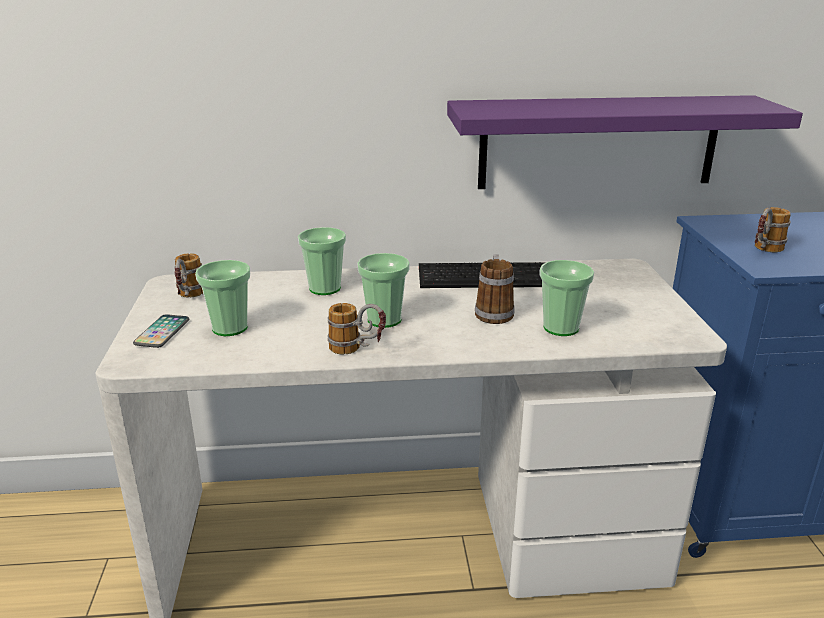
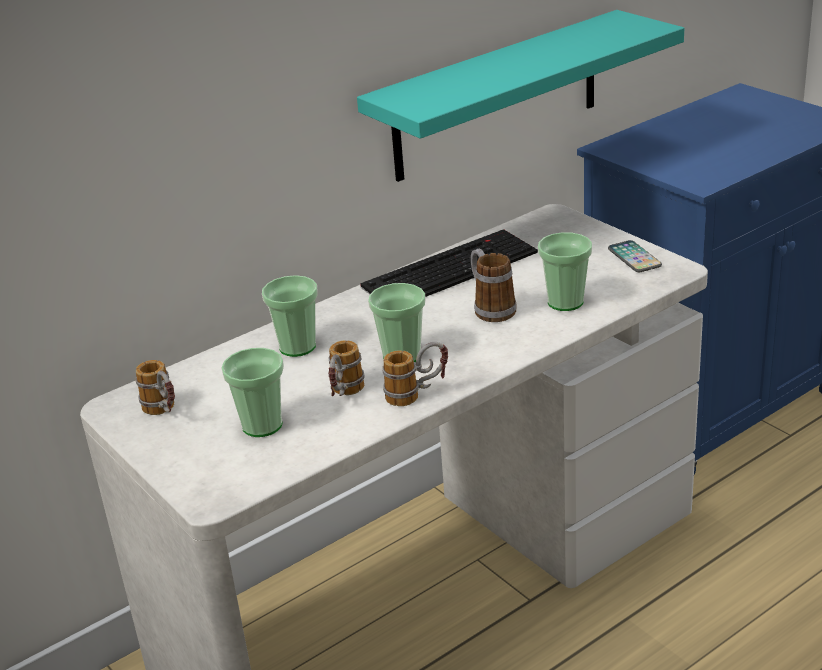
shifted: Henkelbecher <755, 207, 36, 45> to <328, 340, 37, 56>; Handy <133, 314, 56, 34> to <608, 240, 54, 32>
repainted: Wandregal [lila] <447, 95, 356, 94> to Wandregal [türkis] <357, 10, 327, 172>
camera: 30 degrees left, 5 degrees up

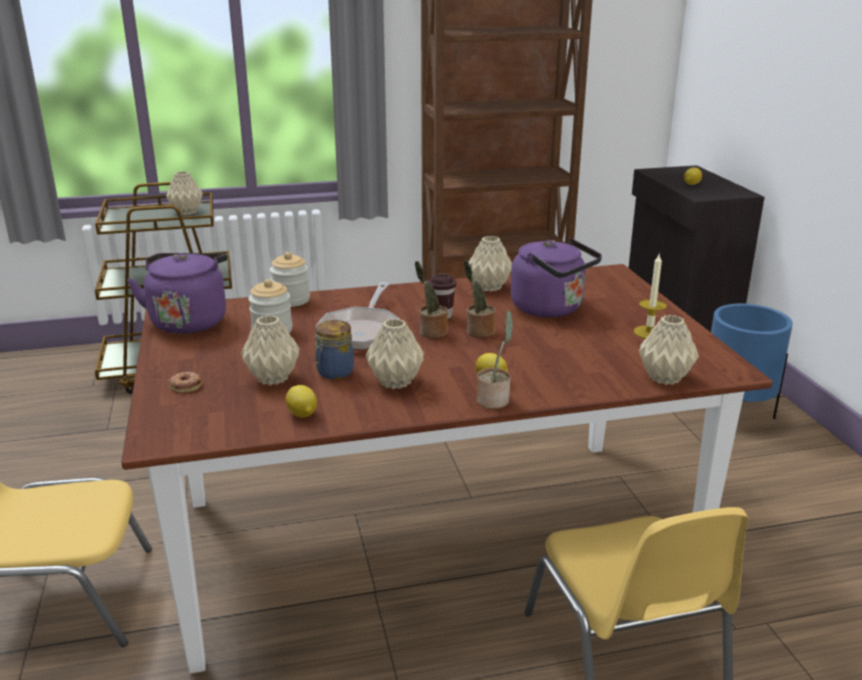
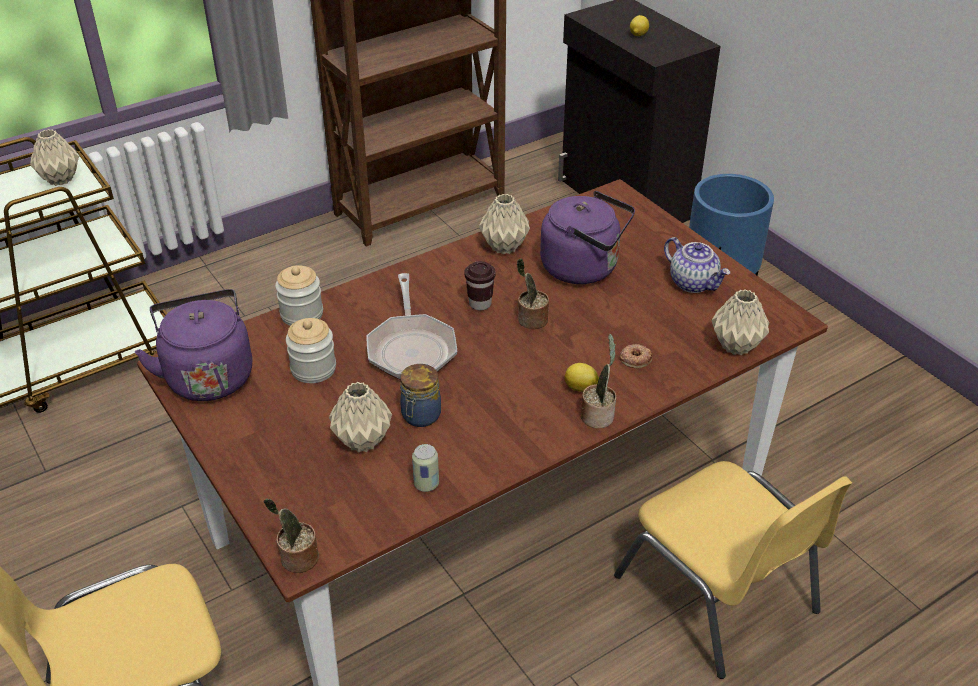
gone: Vase [beige] <366, 318, 58, 71>
shifted: Topfpflanze <415, 261, 33, 78> to <263, 498, 56, 75>; Donut <168, 371, 34, 22> to <619, 344, 33, 24>
swapped: Kerze <634, 254, 33, 85> to Teekanne <664, 237, 66, 56>; Zitrone <285, 385, 32, 33> to Dose <412, 444, 27, 48>
camera: 20 degrees left, 15 degrees up

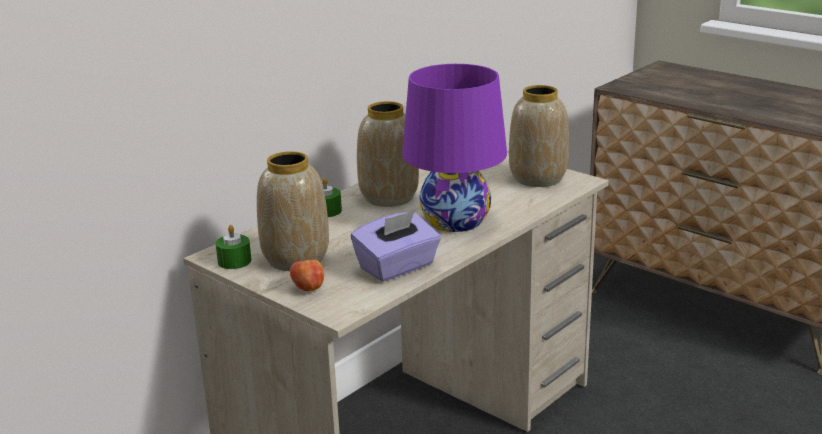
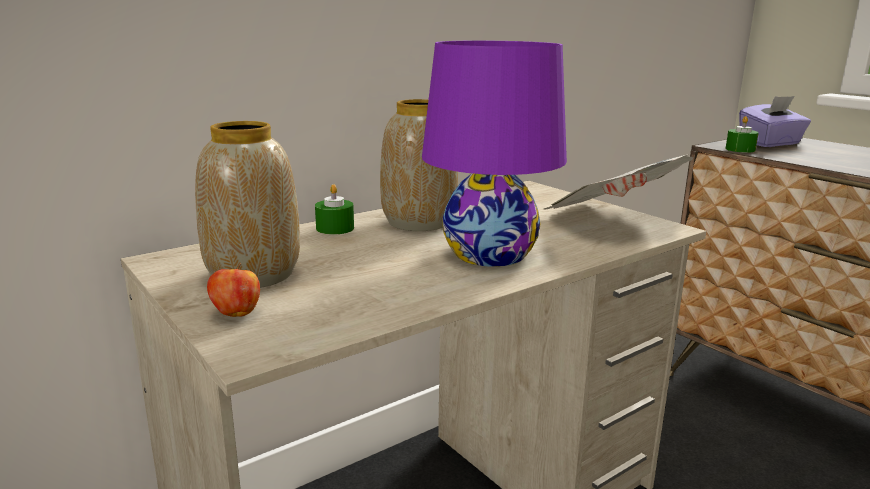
shifted: Taschentuchbox [lila] <351, 211, 90, 71> to <739, 96, 72, 51>; Kerze [grün] <216, 225, 35, 44> to <725, 116, 34, 37>
swapped: Vase <509, 85, 60, 102> to Zeitung <544, 154, 150, 56>
camera: 10 degrees right, 5 degrees down

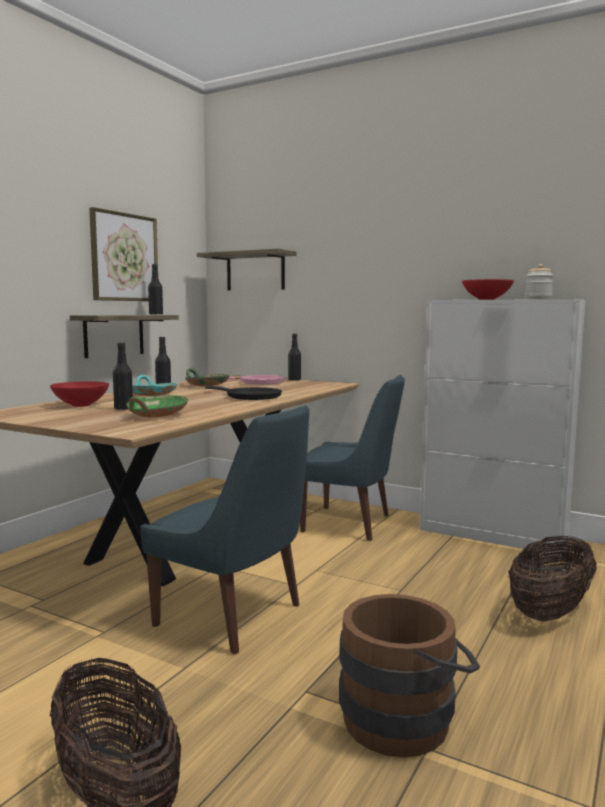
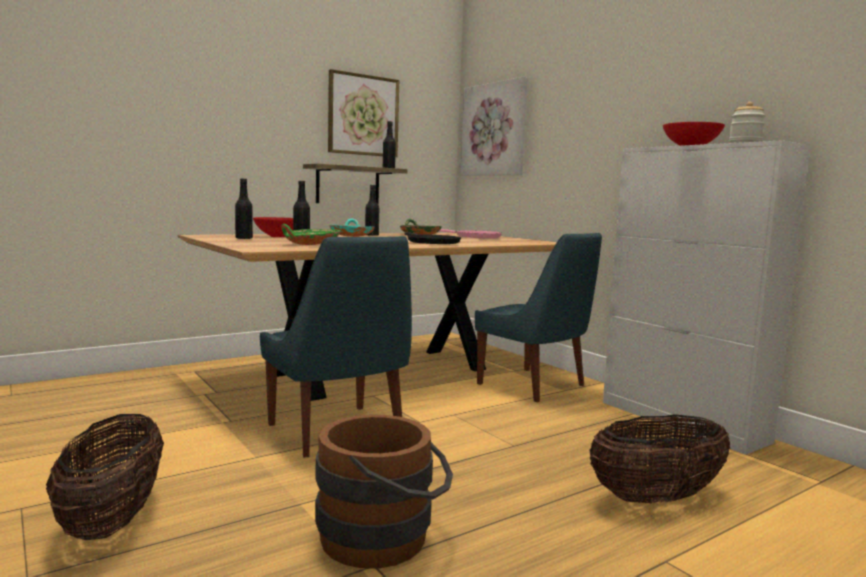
shifted: Flasche [schwarz] <288, 333, 13, 48> to <235, 178, 18, 61>
swapped: Wandregal <197, 249, 99, 41> to Bild <460, 77, 67, 99>
camera: 25 degrees right, 0 degrees up

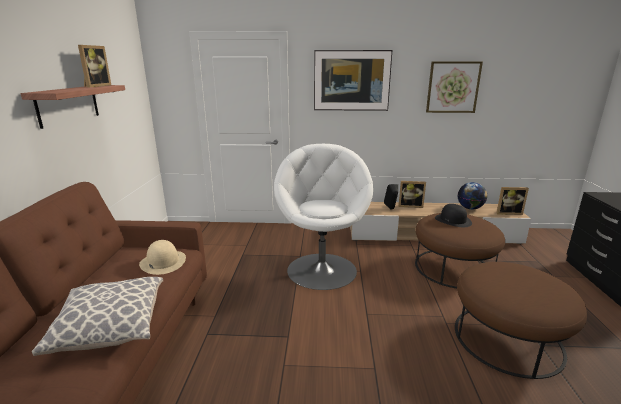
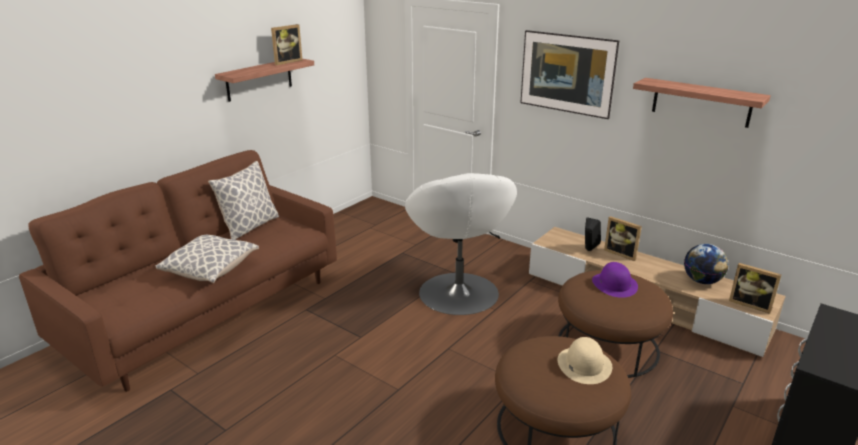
new: Kissen <208, 161, 71, 79>
shifted: Hut [beige] <139, 240, 47, 35> to <558, 337, 54, 47>
swapped: Bild <426, 62, 57, 51> to Wandregal <633, 78, 138, 50>
repainted: Hut [schwarz] <435, 204, 37, 23> to Hut [lila] <592, 262, 46, 36>
rotated: Sessel [weiß] <274, 143, 99, 147> = <405, 173, 112, 142> 135 degrees clockwise
camera: 35 degrees right, 5 degrees up

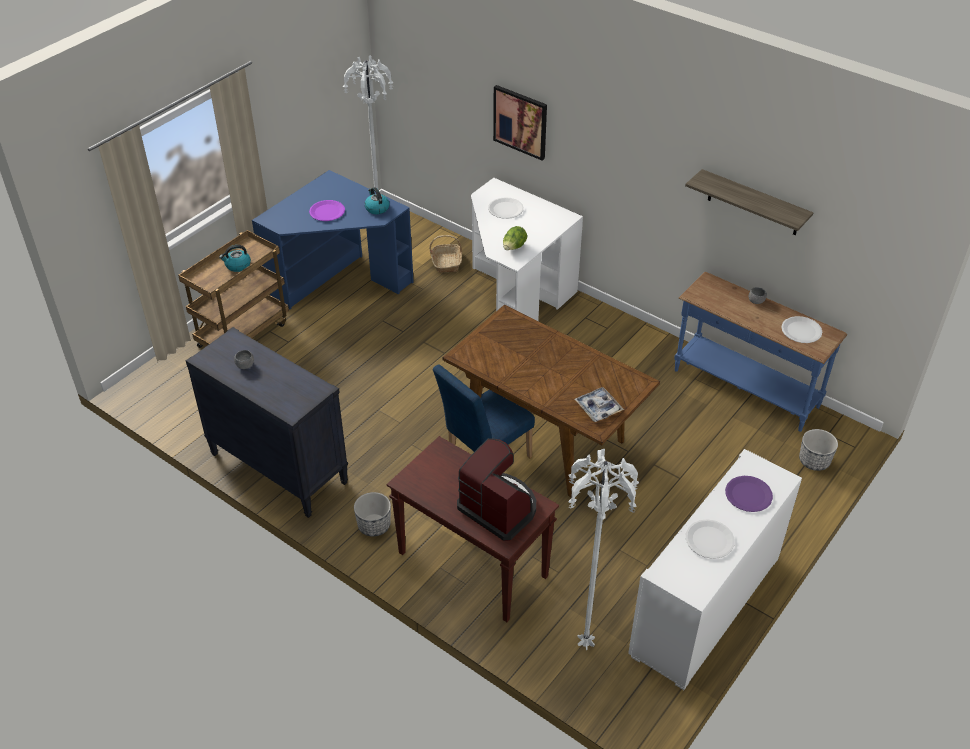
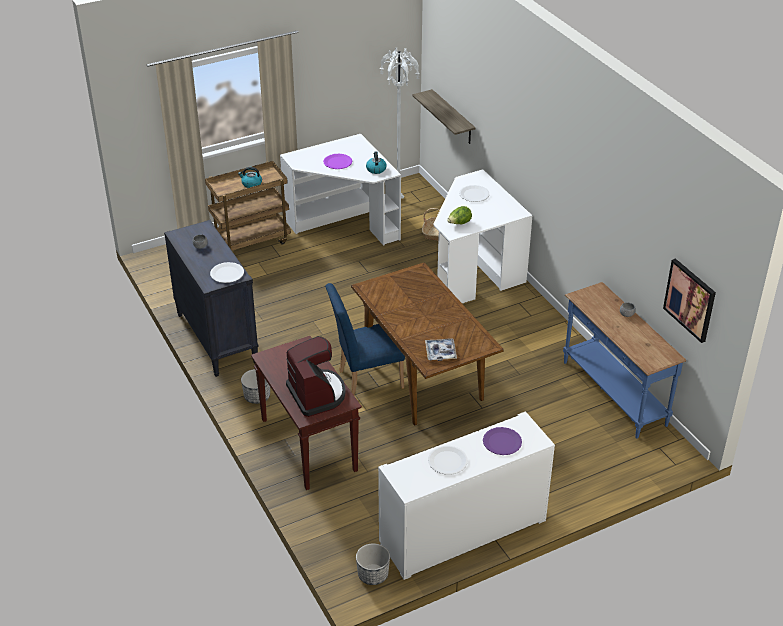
gone: Stehlampe [weiß] <569, 449, 70, 201>
shifted: Bild <493, 85, 54, 75> to <663, 258, 53, 85>; Wandregal <685, 169, 128, 66> to <412, 89, 64, 55>; Teller [weiß] <781, 316, 41, 27> to <210, 262, 34, 21>; Pflanzkübel <799, 429, 39, 42> to <356, 543, 34, 42>
repainted: Schreibtisch [blau] <252, 170, 162, 139> to Schreibtisch [weiß] <280, 133, 121, 113>
camera: 25 degrees right, 5 degrees down

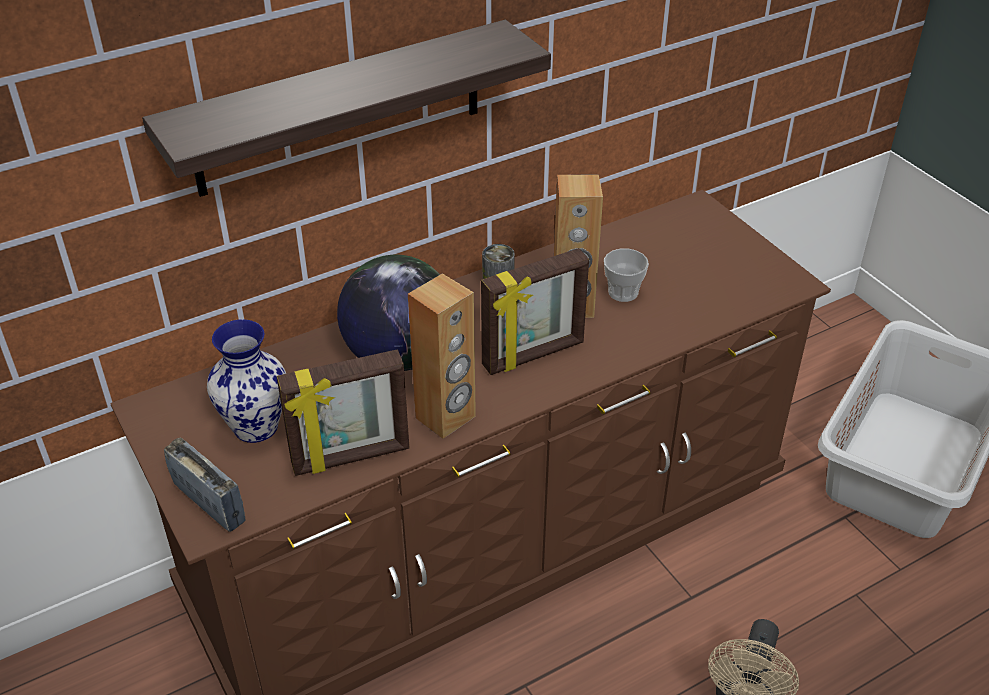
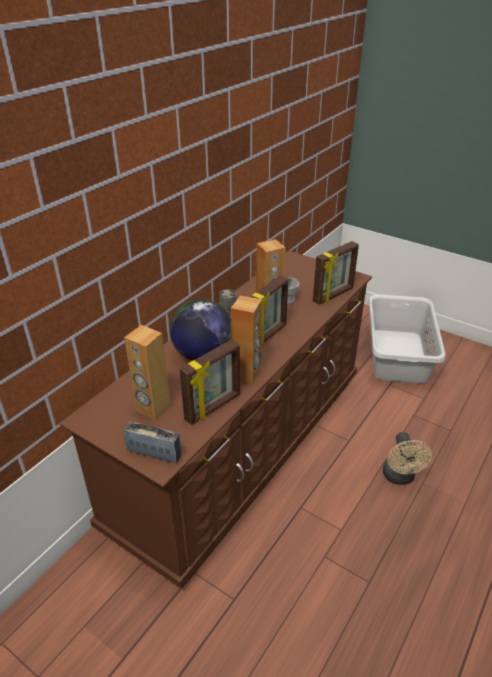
gone: Wandregal <142, 20, 409, 177>
new: Bilderrahmen <313, 241, 46, 64>
swapped: Vase <207, 319, 79, 124> to Lautsprecher [braun] <124, 325, 47, 95>
camera: 25 degrees left, 5 degrees down

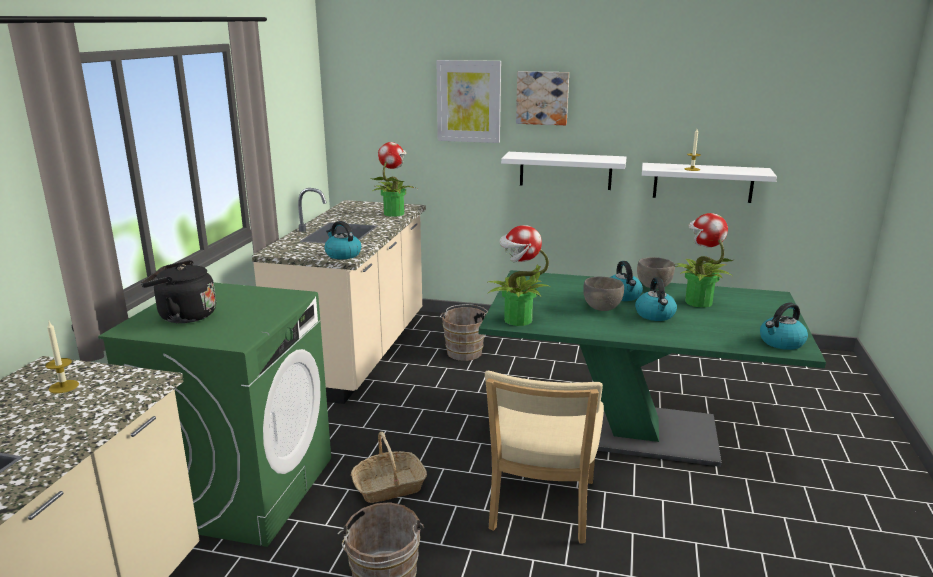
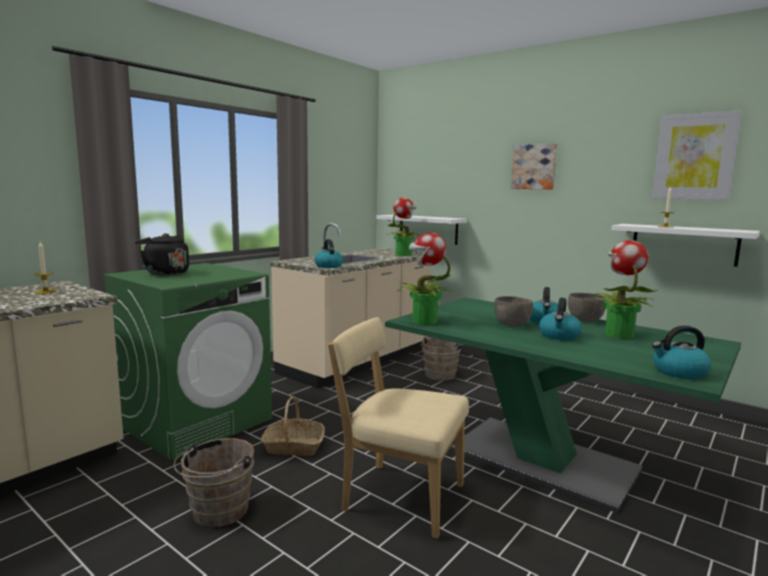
shifted: Bild <437, 60, 64, 83> to <652, 110, 90, 90>; Wandregal [weiß] <501, 152, 125, 38> to <376, 215, 91, 30>
rotated: Stuhl [beige] <485, 371, 119, 173> = <328, 317, 141, 222> 75 degrees clockwise
camera: 25 degrees right, 10 degrees down

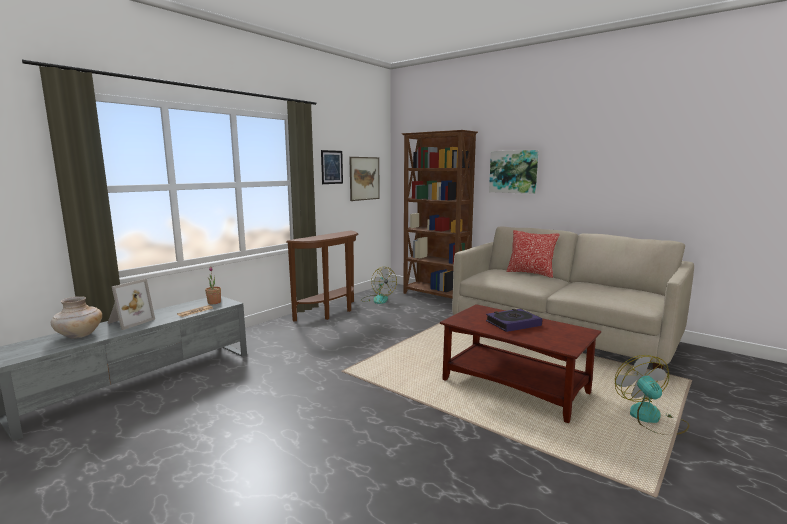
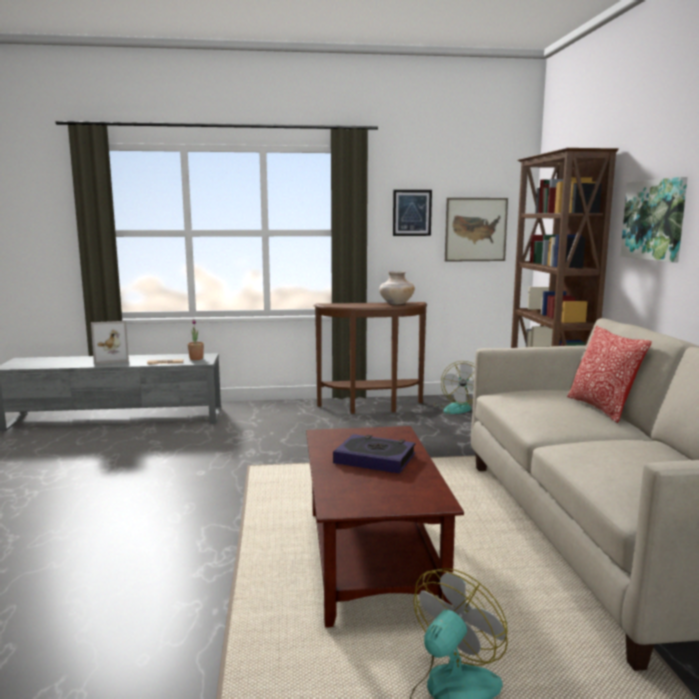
shifted: Vase [beige] <51, 296, 51, 43> to <379, 271, 36, 34>
camera: 45 degrees right, 0 degrees up

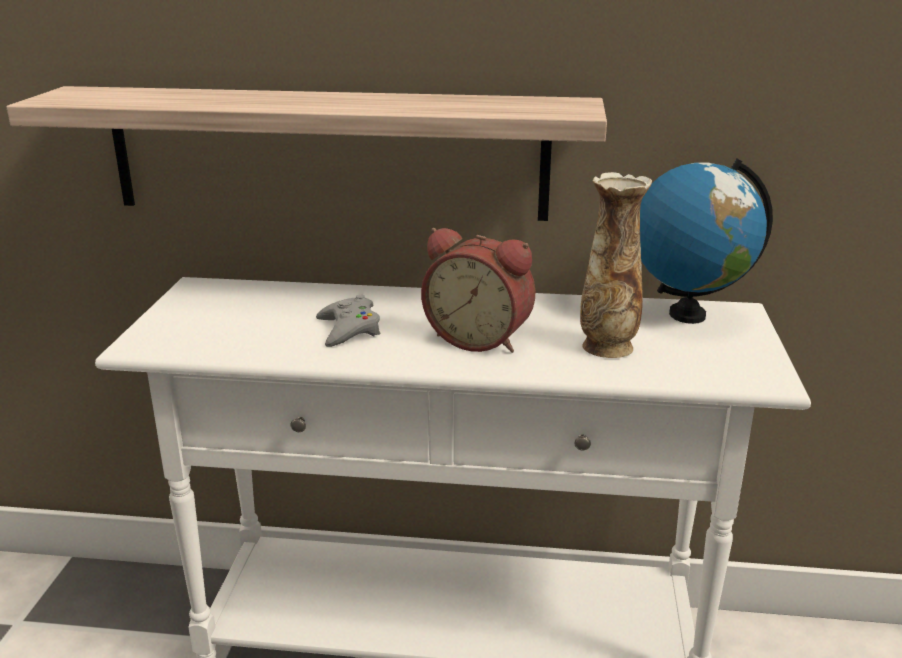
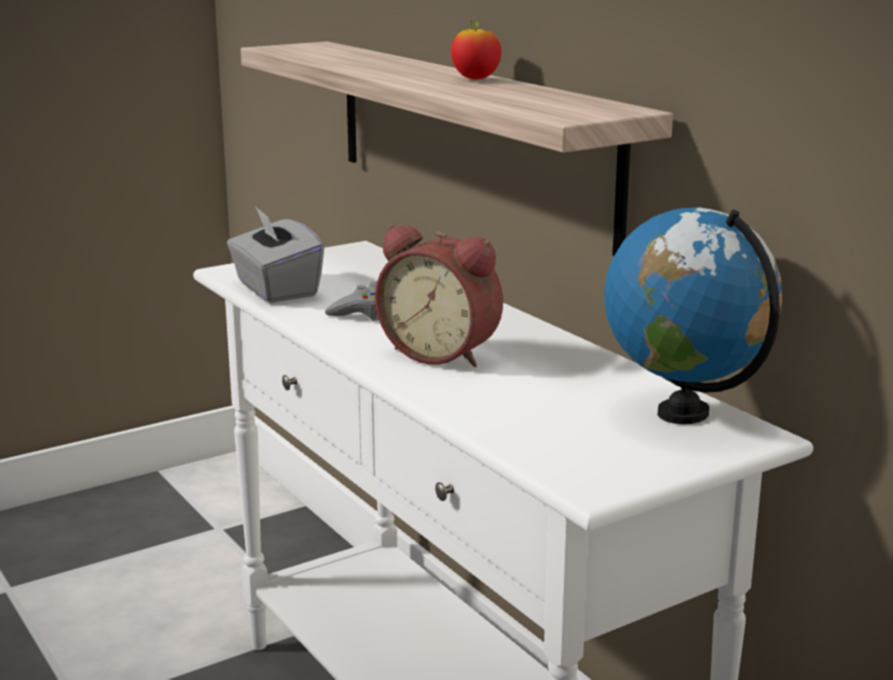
gone: Vase <580, 172, 72, 186>
new: Apfel <451, 20, 50, 60>; Taschentuchbox [grau] <227, 206, 97, 97>
rotated: Wecker <421, 228, 114, 125> = <375, 224, 128, 143> 45 degrees counterclockwise
camera: 50 degrees right, 5 degrees down

